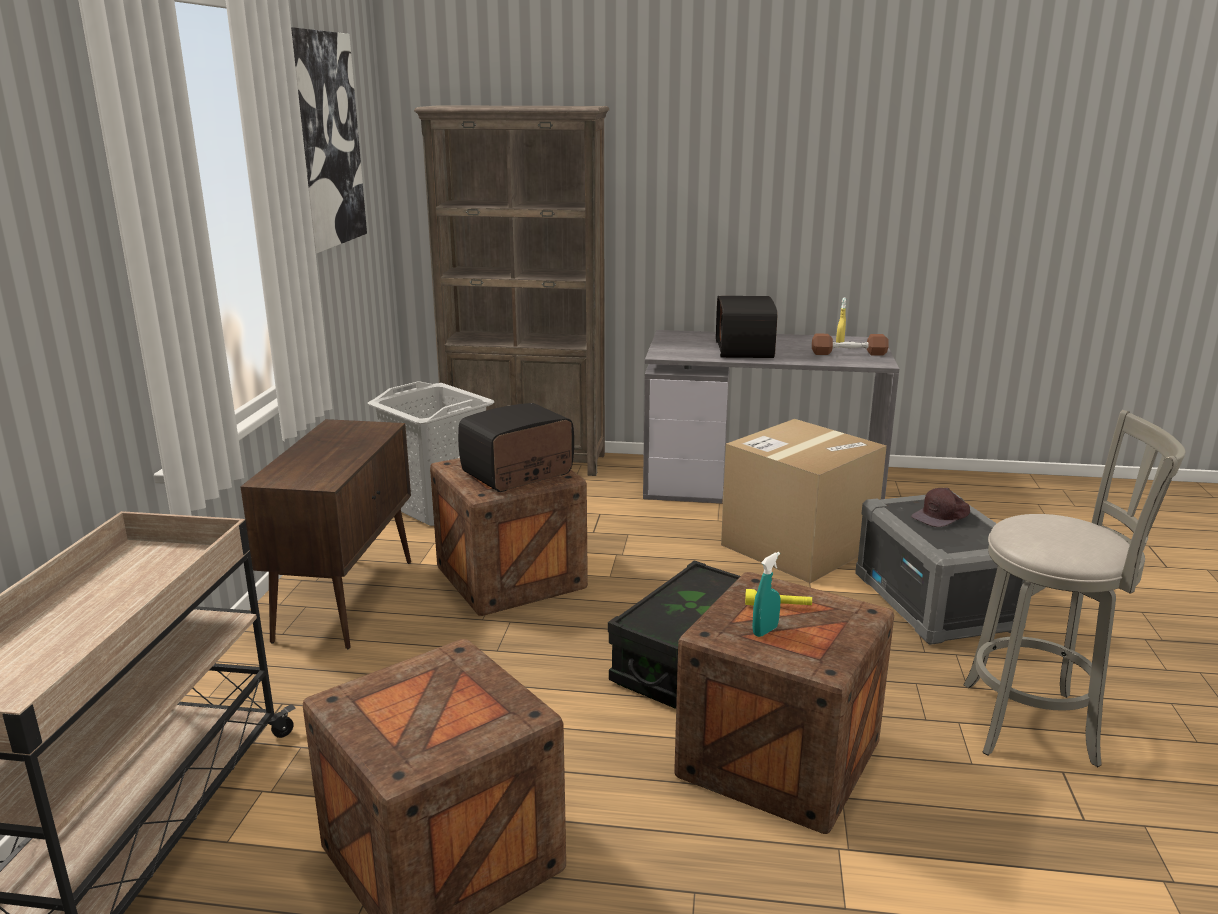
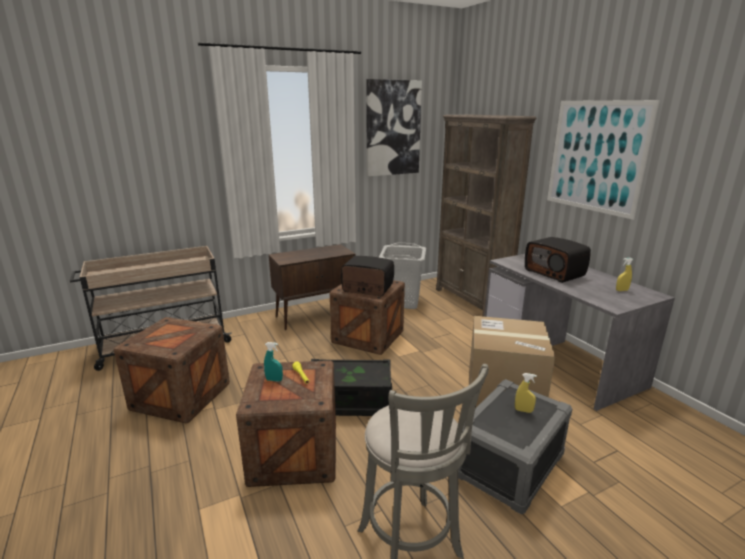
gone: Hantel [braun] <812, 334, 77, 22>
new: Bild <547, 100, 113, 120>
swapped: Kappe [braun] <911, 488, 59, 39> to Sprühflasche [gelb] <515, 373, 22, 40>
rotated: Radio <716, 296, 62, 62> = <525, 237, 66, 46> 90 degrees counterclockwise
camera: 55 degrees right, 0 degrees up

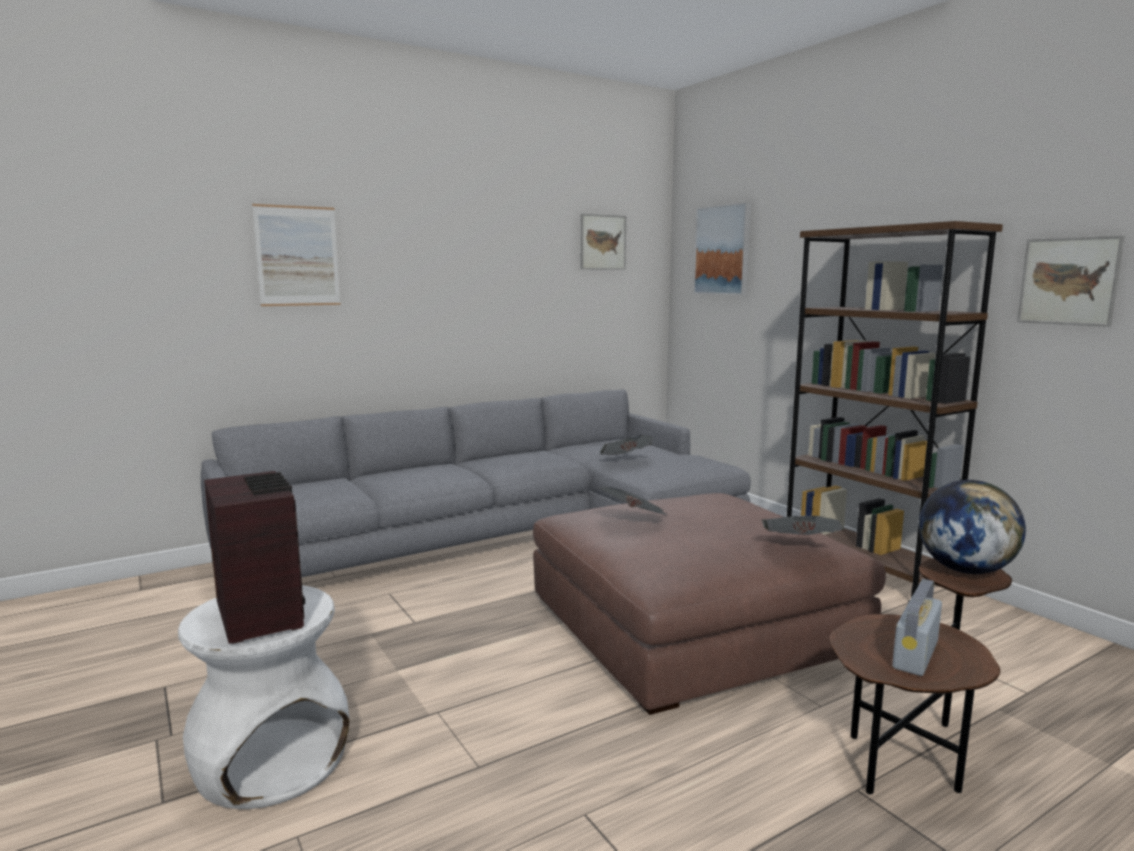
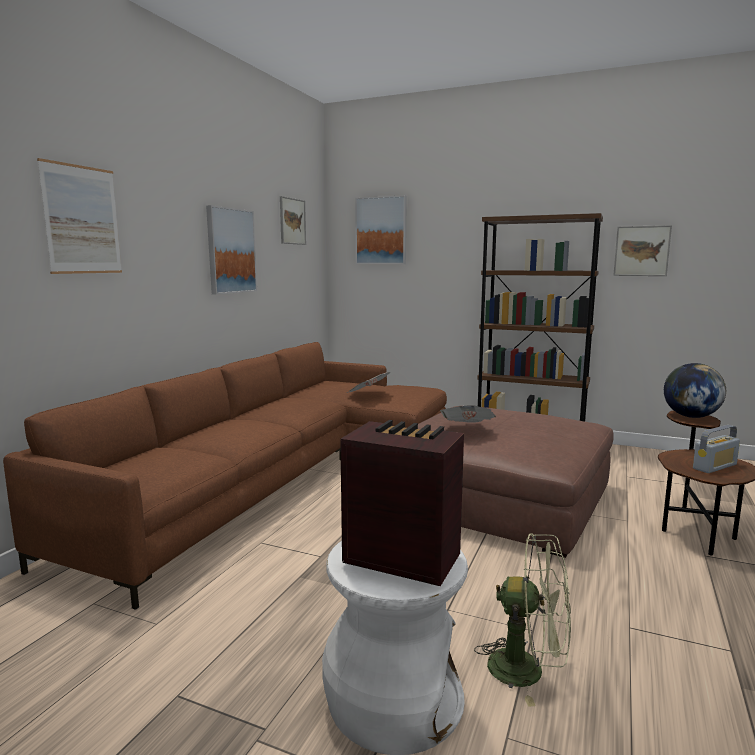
gone: Zeitung <762, 516, 82, 19>
new: Bild <206, 205, 51, 89>; Ventilator [grün] <474, 533, 97, 174>
repainted: Sofa [grau] <201, 389, 550, 188> to Sofa [braun] <3, 342, 444, 268>
rotated: Radio <892, 579, 50, 97> = <693, 425, 47, 48> 120 degrees counterclockwise
camera: 35 degrees left, 0 degrees up

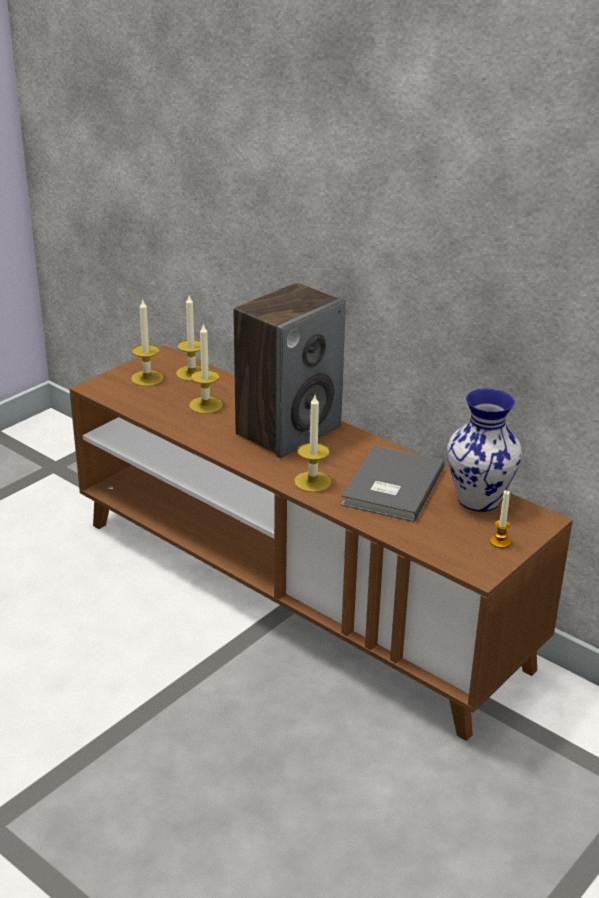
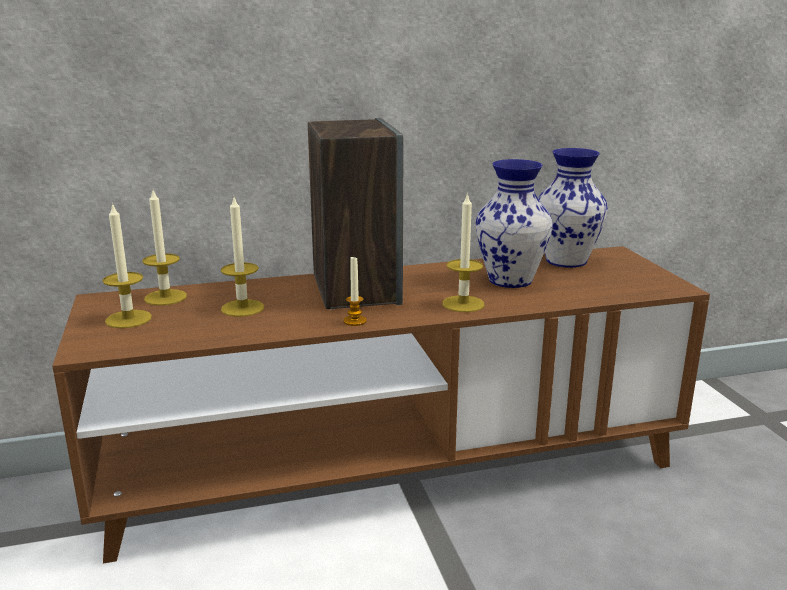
shifted: Kerze <490, 490, 21, 58> to <343, 257, 24, 69>
swapped: Buch [grau] <341, 446, 104, 76> to Vase <476, 159, 77, 129>
camera: 55 degrees left, 10 degrees down

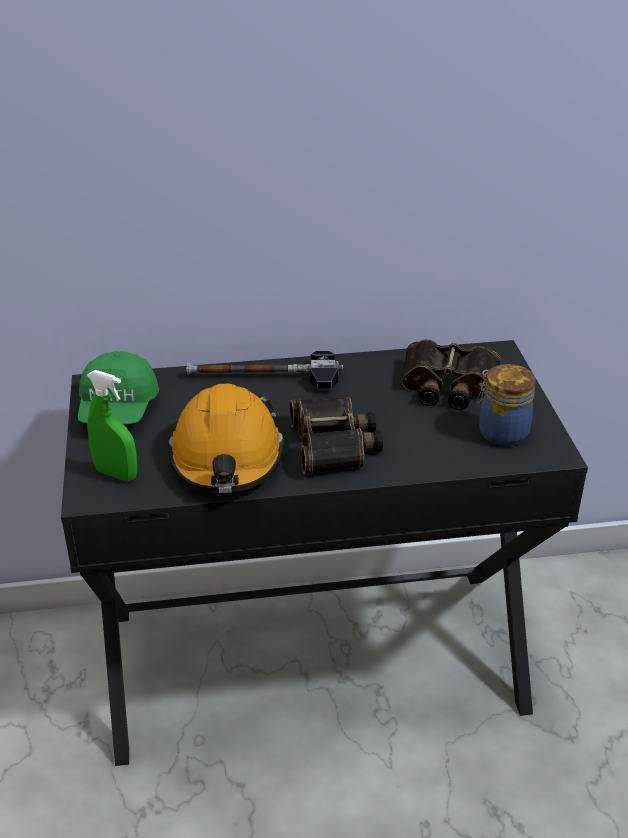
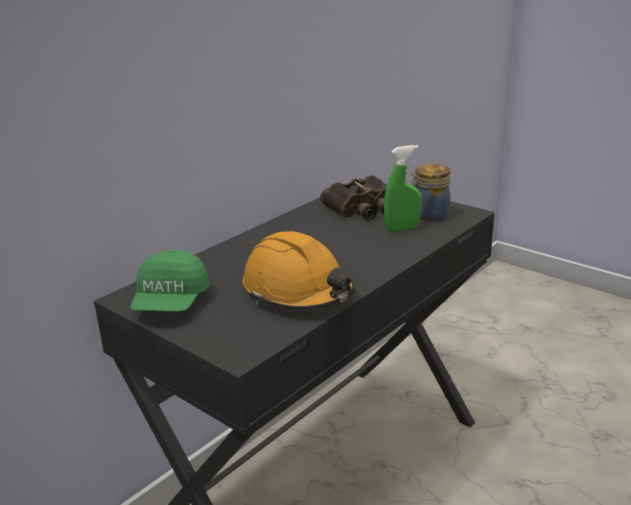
gone: Hammer <186, 351, 157, 38>; Fernglas <289, 397, 94, 78>
shifted: Sprühflasche [grün] <87, 370, 50, 111> to <384, 145, 37, 87>
rotated: Kappe [grün] <78, 351, 81, 73> = <130, 250, 80, 62> 45 degrees clockwise
camera: 40 degrees left, 10 degrees down

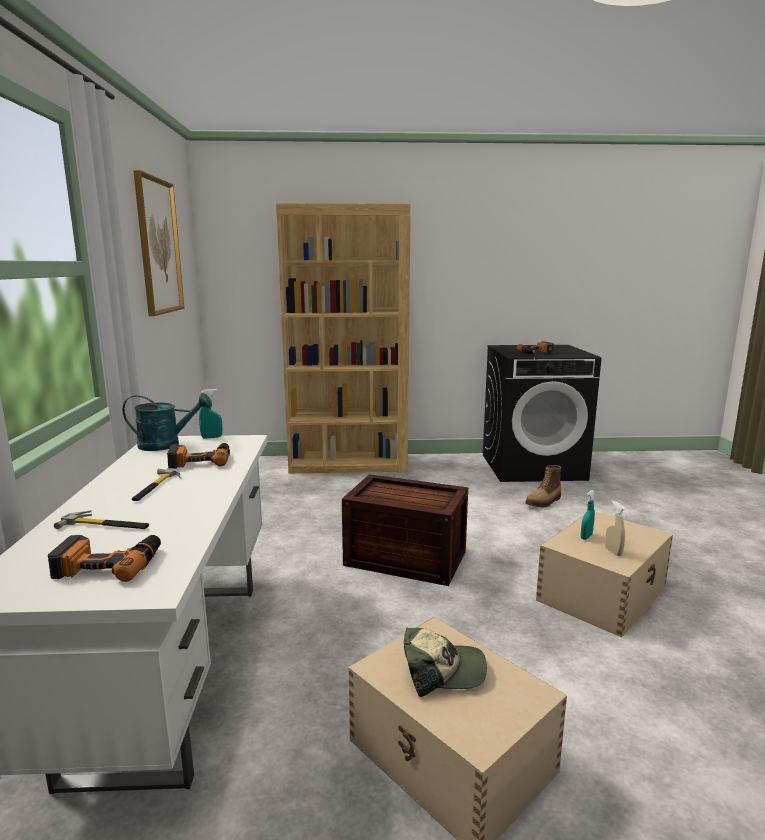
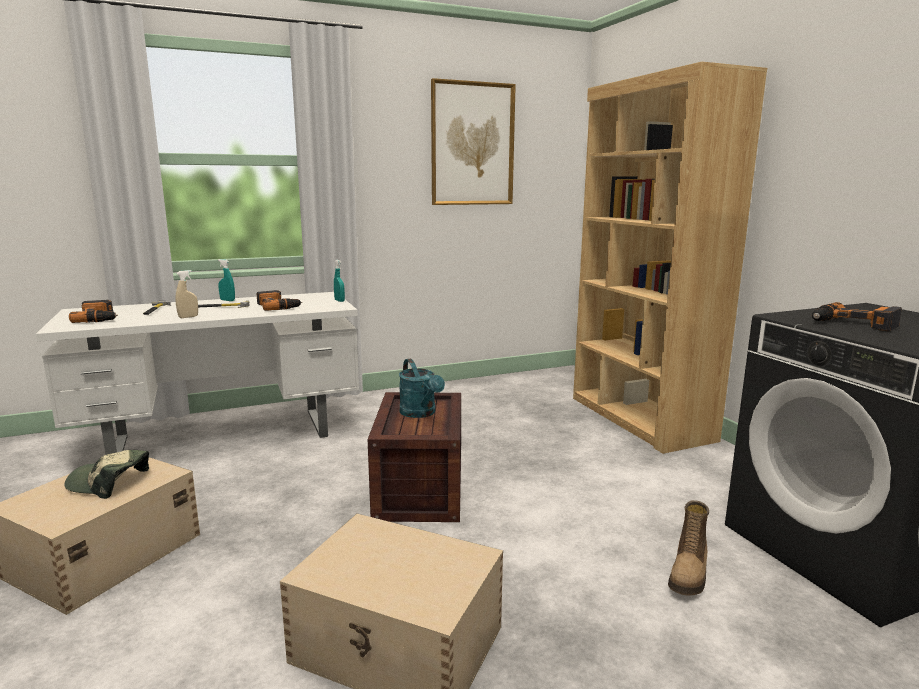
shifted: Gießkanne [türkis] <123, 393, 89, 58> to <399, 359, 46, 59>; Sprühflasche [türkis] <581, 490, 14, 50> to <218, 259, 17, 42>; Sprühflasche [beige] <605, 501, 20, 55> to <175, 270, 23, 48>
rotated: Stiefel <525, 465, 36, 42> = <668, 500, 41, 96> 90 degrees counterclockwise; Kappe <404, 627, 83, 70> = <64, 450, 85, 49> 120 degrees clockwise
camera: 70 degrees right, 0 degrees up

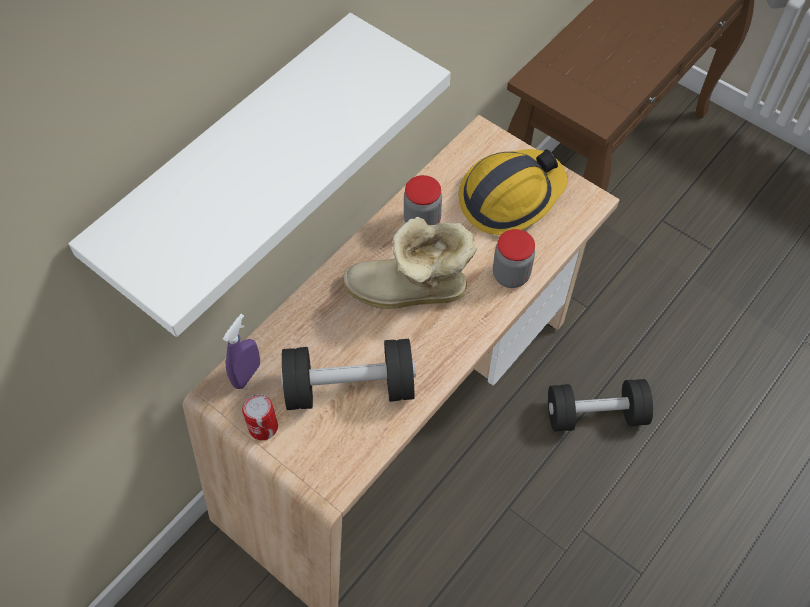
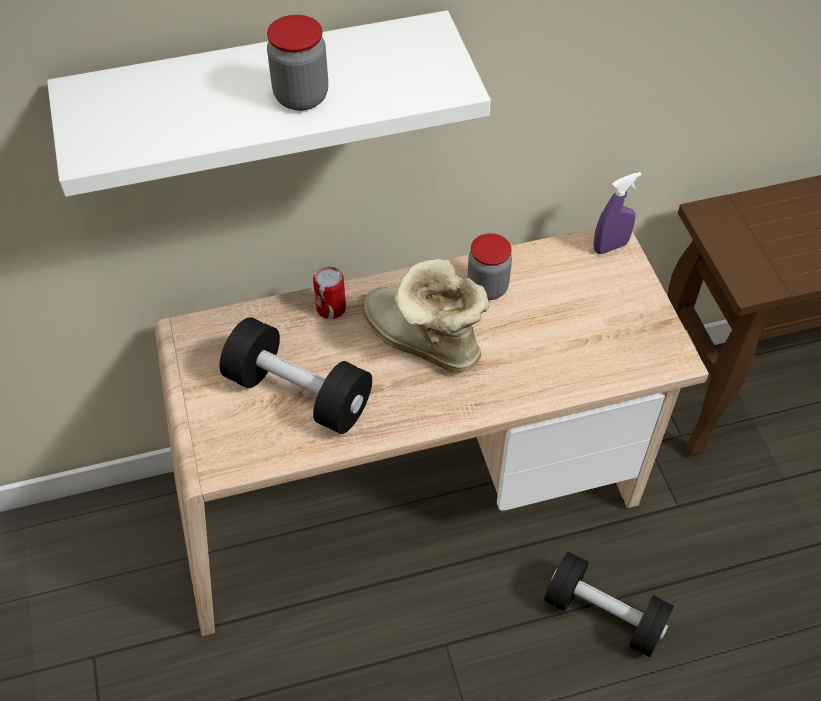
gone: Schutzhelm <458, 149, 110, 86>
shifted: Vorratsglas <493, 229, 42, 59> to <267, 15, 61, 96>; Sprühflasche [lila] <223, 314, 37, 75> to <594, 172, 48, 82>; Dose <242, 394, 36, 46> to <313, 266, 33, 53>
camera: 35 degrees right, 5 degrees down

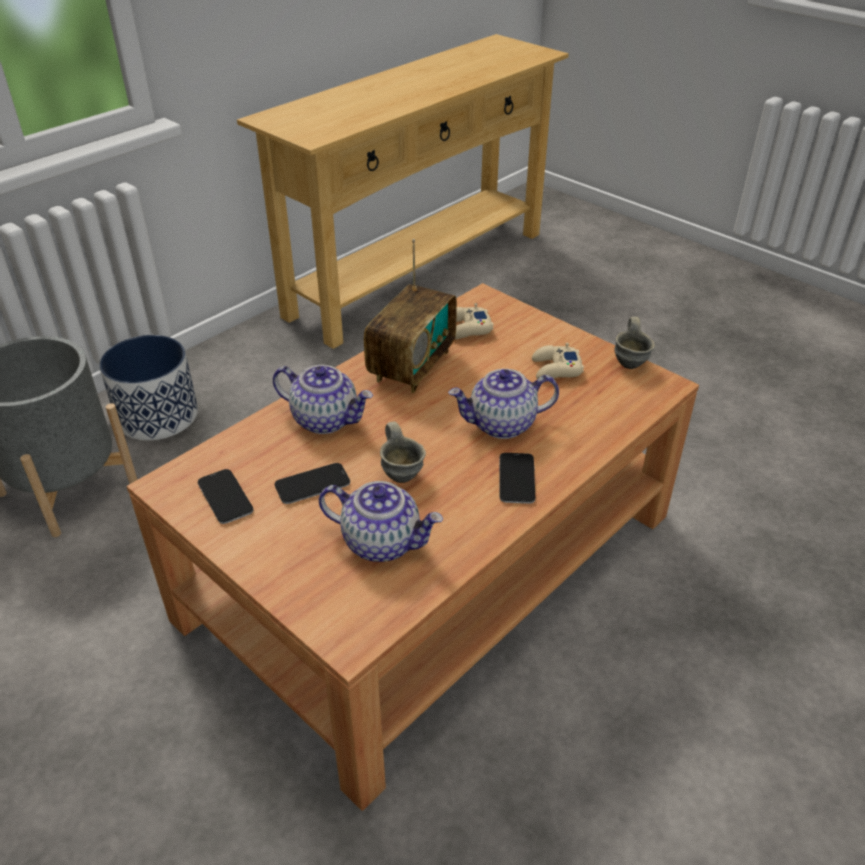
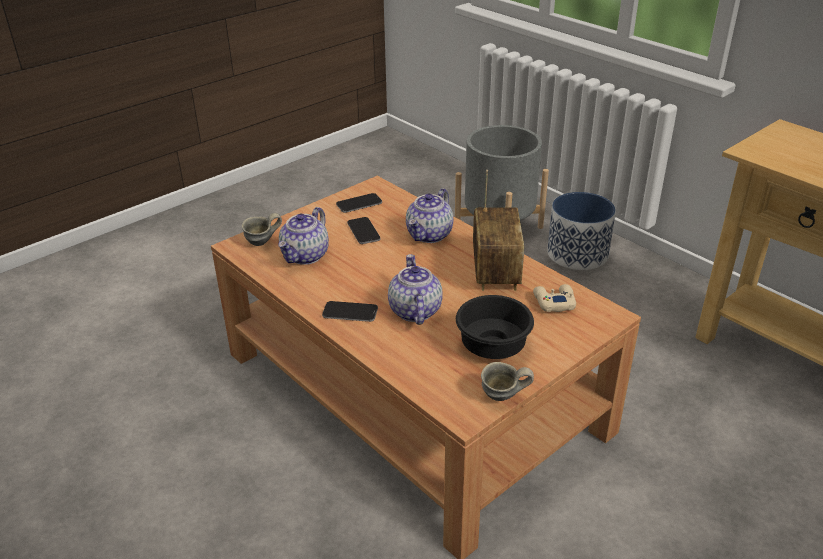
shifted: Henkelbecher [grau] <380, 421, 46, 62> to <242, 213, 40, 33>
swapped: Gamepad [beige] <532, 342, 52, 37> to Schüssel [schwarz] <456, 295, 78, 64>
rotated: Radio <364, 239, 93, 154> = <473, 170, 51, 121> 120 degrees counterclockwise
camera: 95 degrees right, 5 degrees down

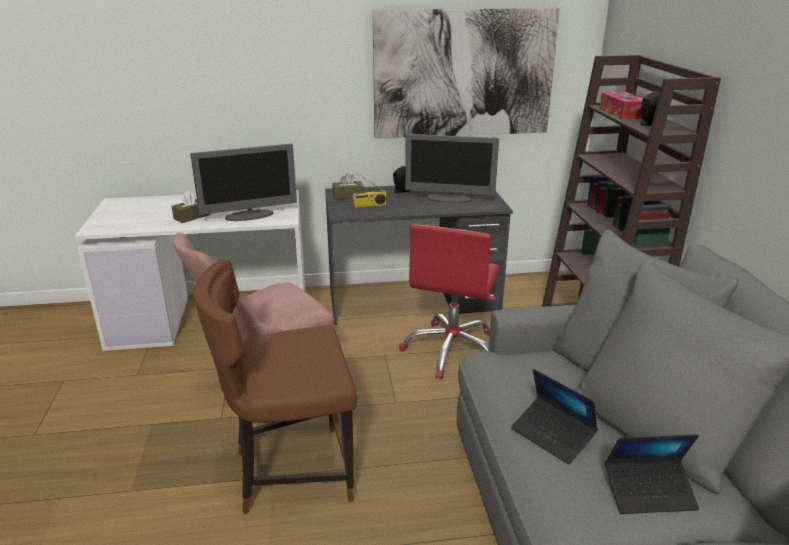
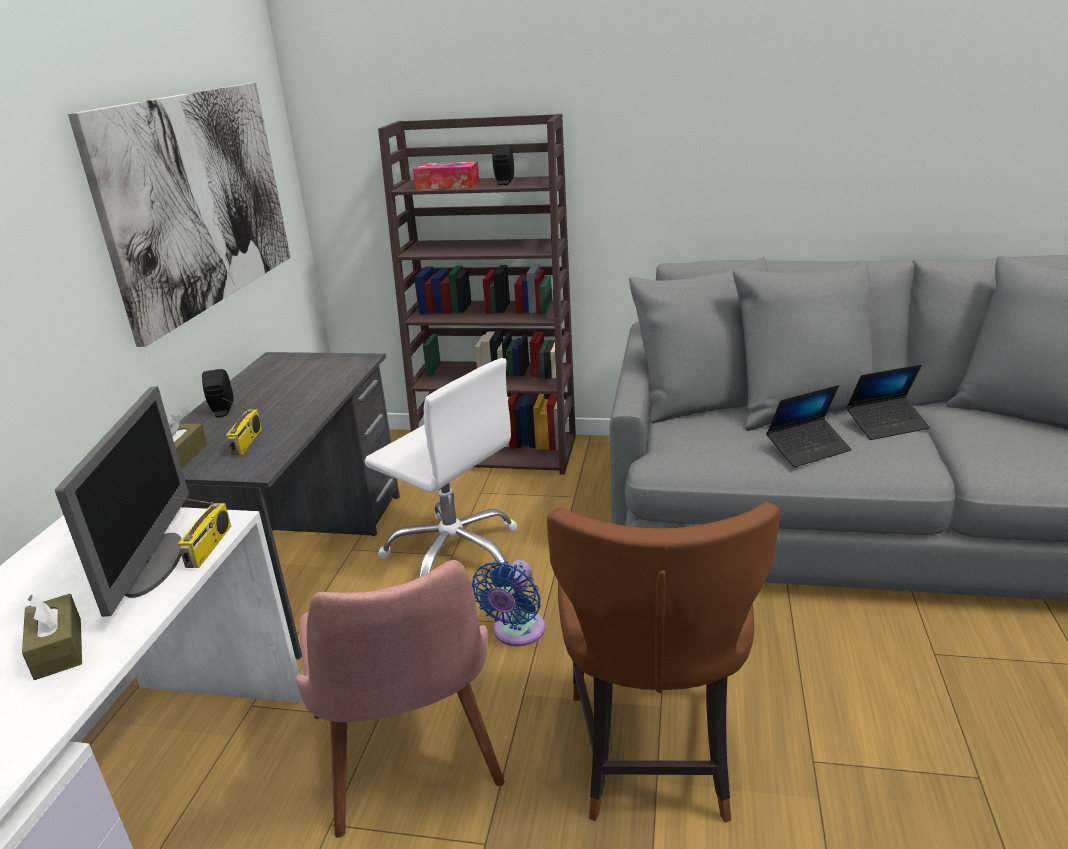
gone: Monitor <405, 134, 94, 69>
new: Radio <174, 497, 57, 71>; Ventilator [blau] <472, 560, 73, 86>
repainted: Bürostuhl [rot] <399, 224, 101, 155> to Bürostuhl [weiß] <364, 358, 153, 219>
rotated: Laptop <605, 435, 94, 79> = <846, 364, 84, 76> 60 degrees clockwise
camera: 70 degrees left, 0 degrees up

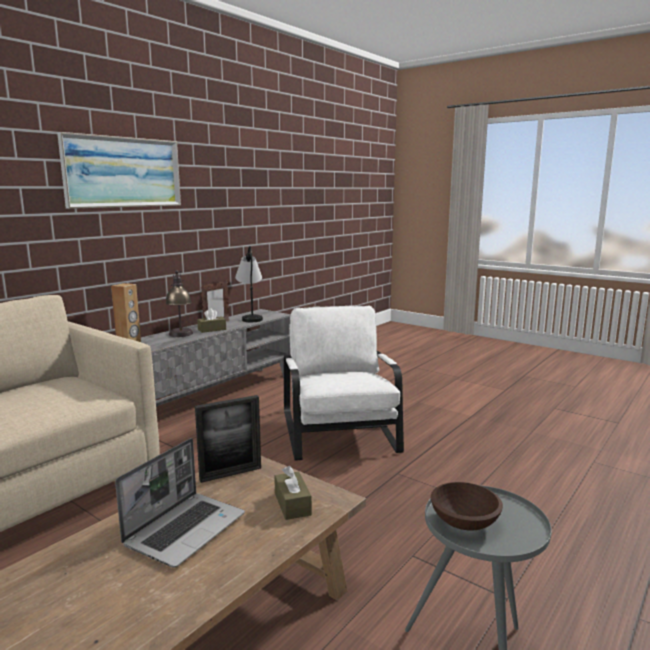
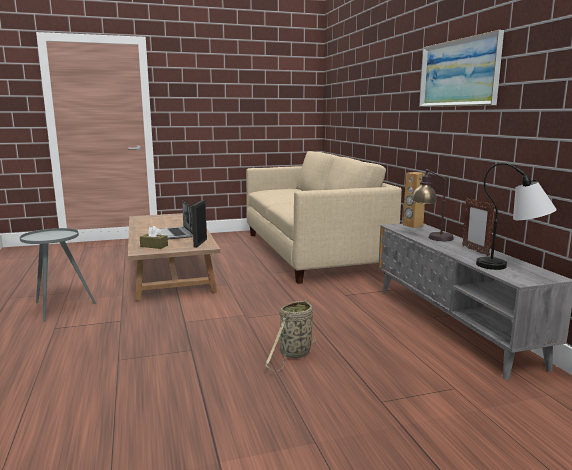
gone: Taschentuchbox [braun] <197, 308, 29, 25>; Schüssel [braun] <431, 482, 72, 49>
swapped: Sessel [weiß] <284, 305, 120, 156> to Korb <265, 299, 51, 72>
camera: 125 degrees right, 0 degrees up

